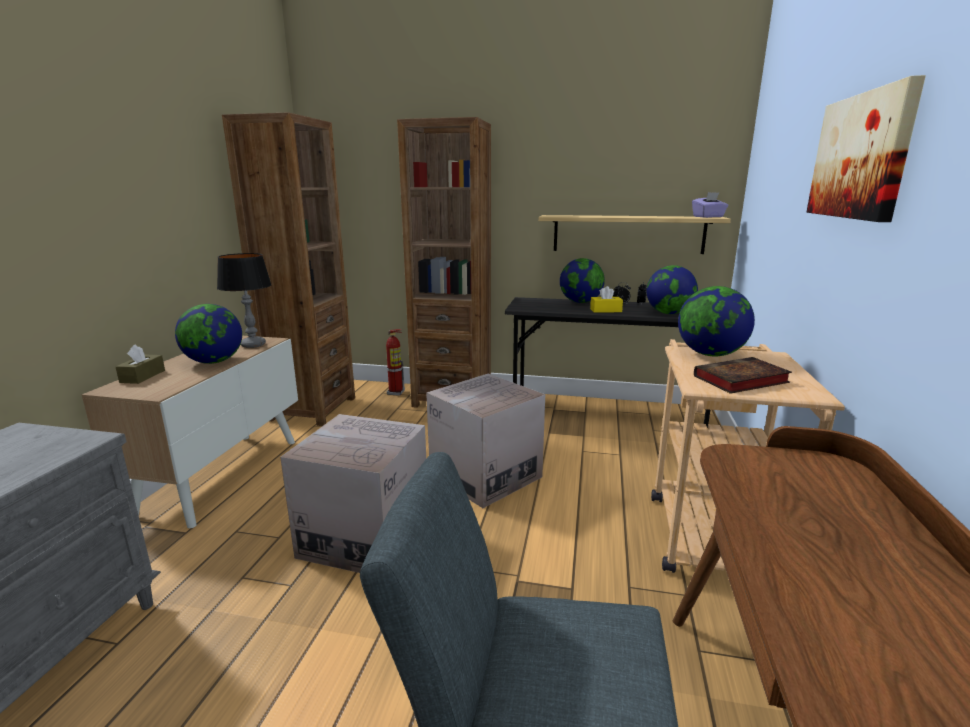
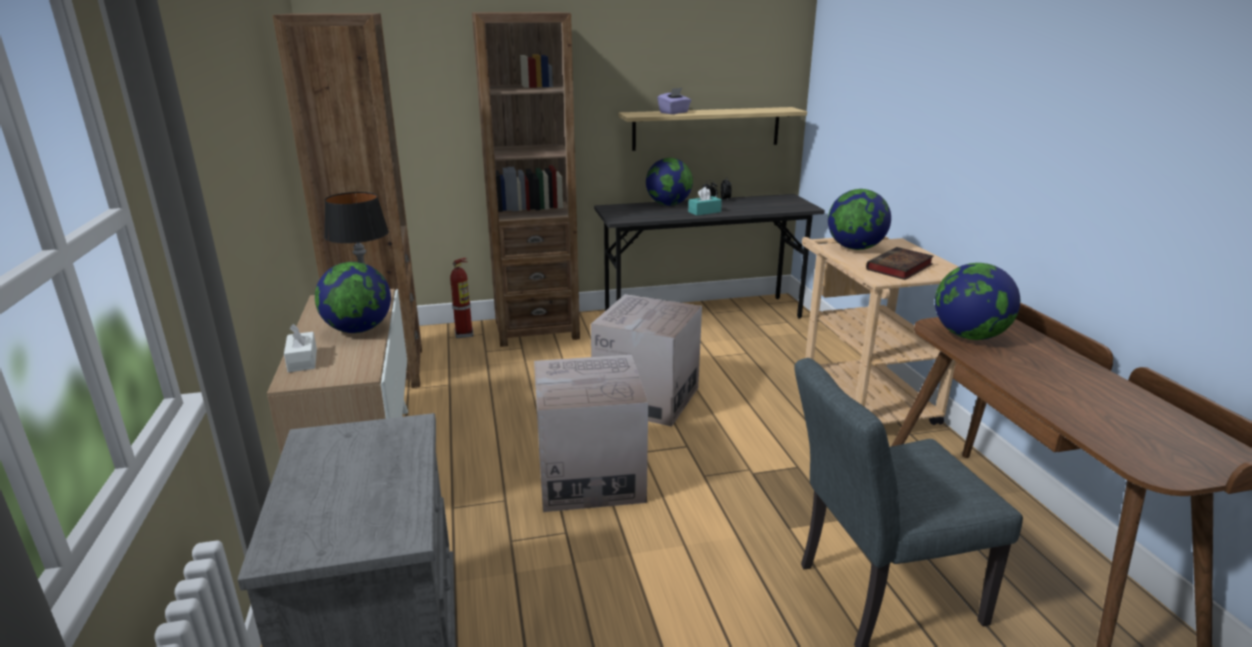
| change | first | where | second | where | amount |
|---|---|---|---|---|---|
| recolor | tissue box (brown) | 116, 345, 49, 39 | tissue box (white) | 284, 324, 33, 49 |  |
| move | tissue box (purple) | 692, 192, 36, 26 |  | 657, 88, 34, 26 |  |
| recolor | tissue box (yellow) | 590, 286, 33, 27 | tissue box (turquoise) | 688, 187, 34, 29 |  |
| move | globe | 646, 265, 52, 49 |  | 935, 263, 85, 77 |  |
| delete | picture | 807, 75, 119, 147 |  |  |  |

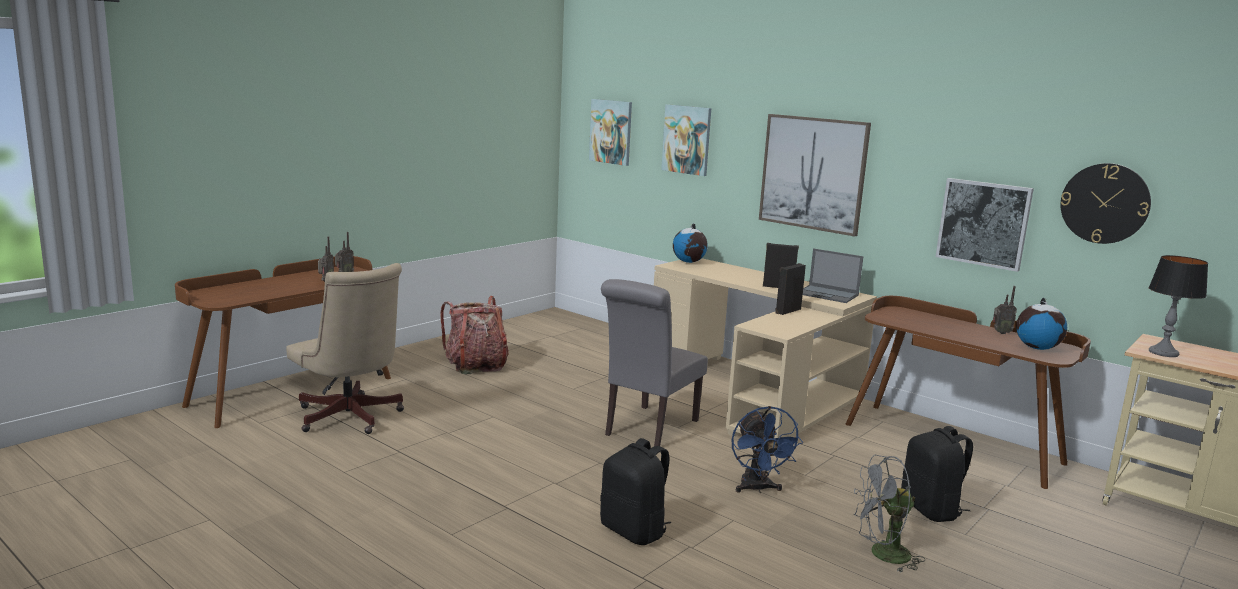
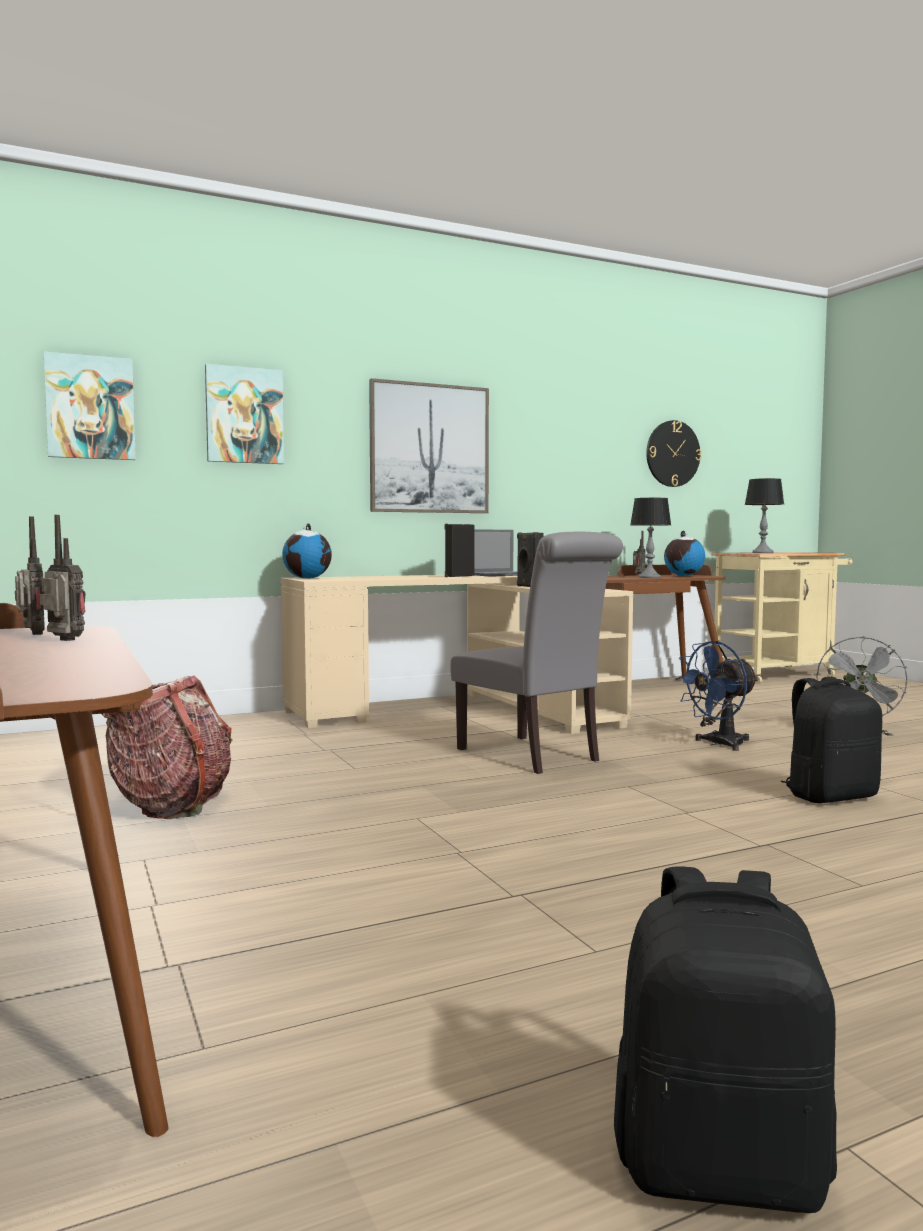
| change | first | where | second | where | amount |
|---|---|---|---|---|---|
| move | backpack (black) | 901, 426, 72, 96 |  | 614, 866, 223, 347 |  |
| insert |  |  | table lamp | 630, 498, 41, 80 |  |
| rotate | fan (blue) | 732, 406, 71, 87 |  | 675, 641, 83, 110 | 135 degrees clockwise |
| delete | office chair (beige) | 286, 263, 118, 171 |  |  |  |
| delete | picture | 936, 178, 98, 94 |  |  |  |

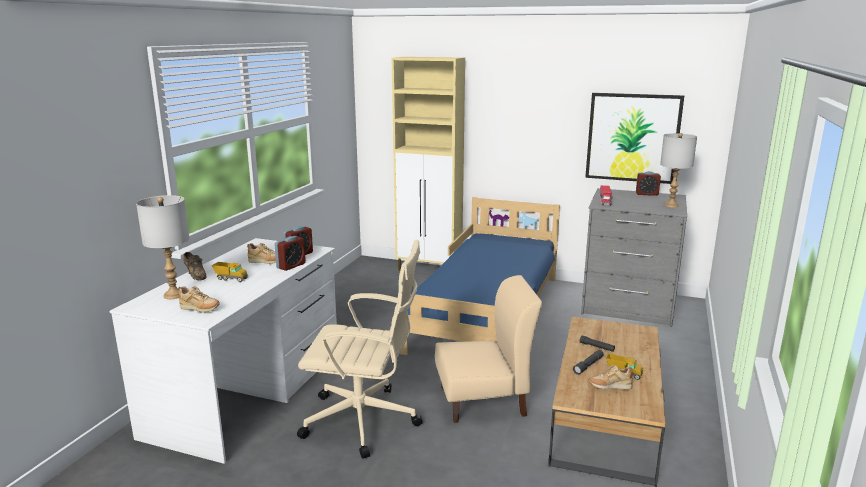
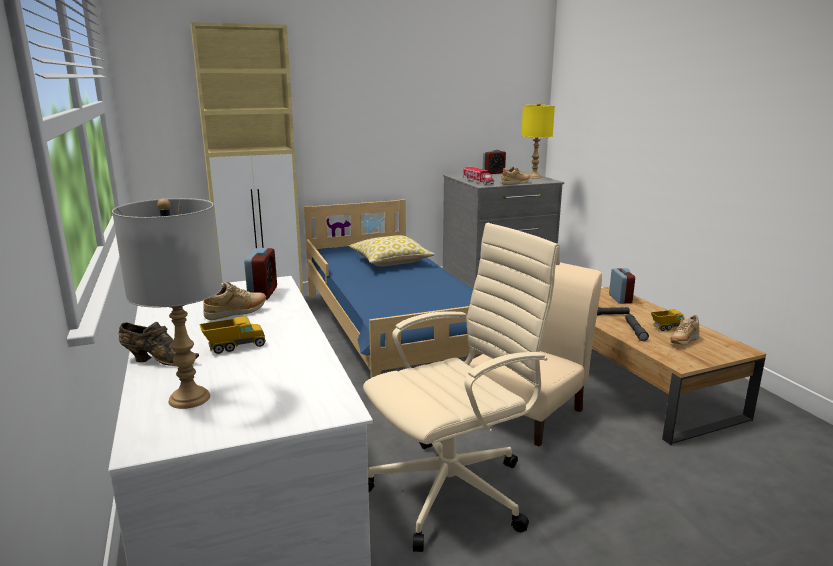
| change | first | where | second | where | amount |
|---|---|---|---|---|---|
| insert |  |  | pillow | 349, 235, 86, 32 |  |
| move | shoe (beige) | 178, 286, 42, 26 |  | 501, 167, 29, 18 |  |
| recolor | table lamp (grey) | 660, 133, 37, 75 | table lamp (yellow) | 521, 102, 34, 77 |  |
| move | alarm clock | 275, 236, 31, 35 |  | 609, 268, 26, 36 |  |
| delete | picture | 585, 93, 99, 91 |  |  |  |

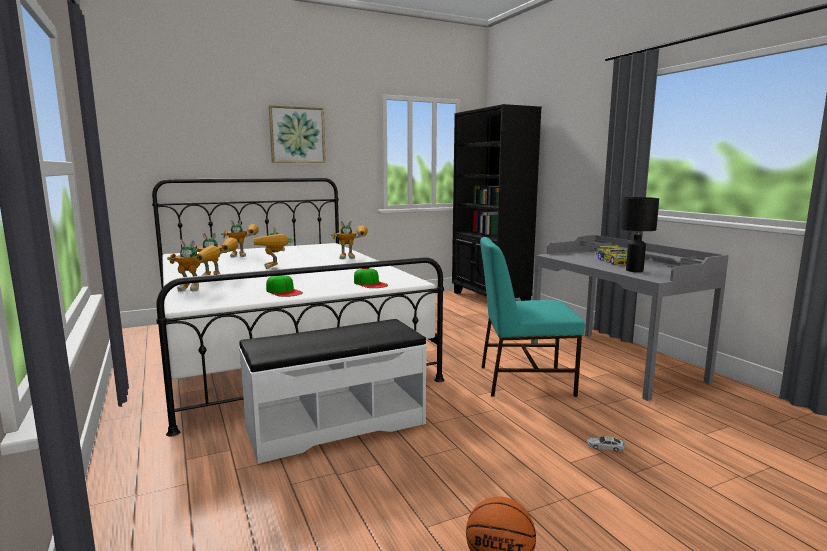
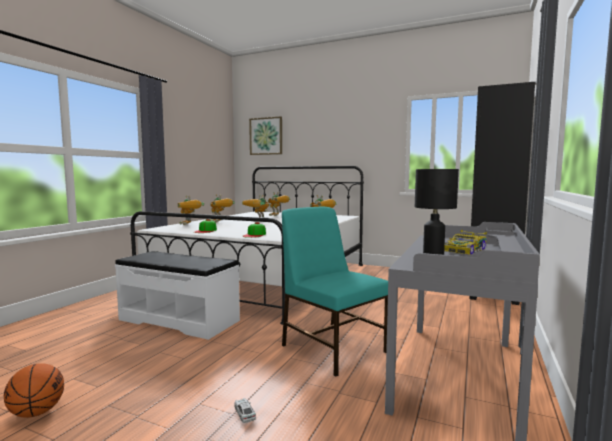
| change | first | where | second | where | amount |
|---|---|---|---|---|---|
| move | picture | 269, 105, 57, 58 |  | 249, 116, 33, 39 |  |

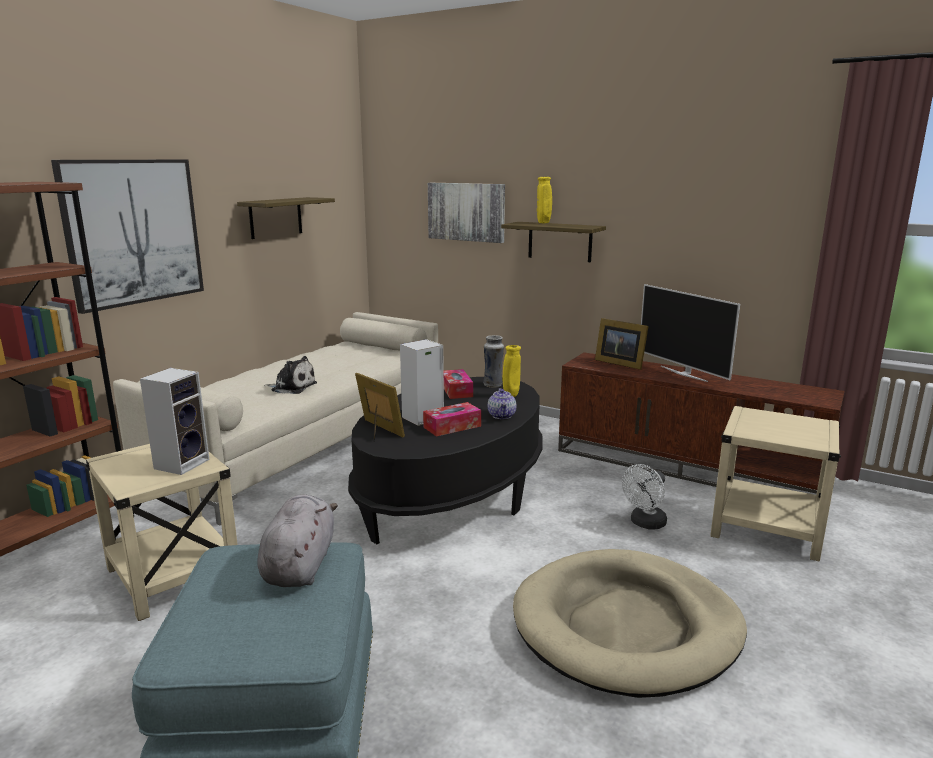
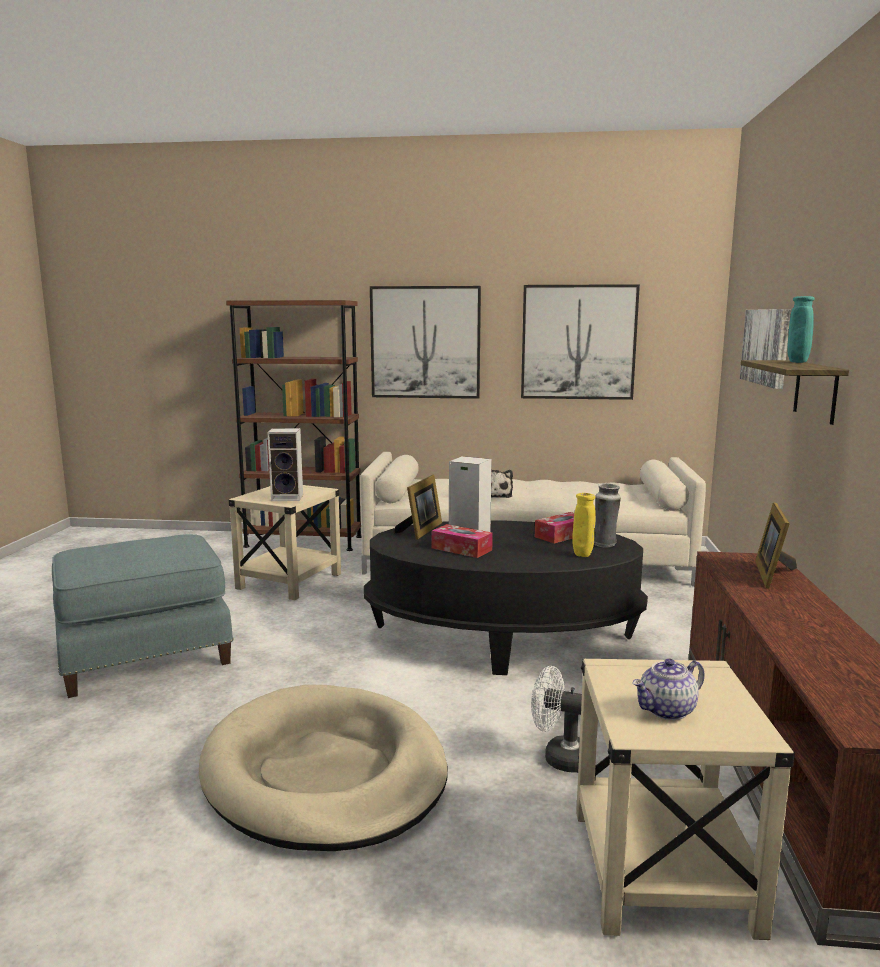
| change | first | where | second | where | amount |
|---|---|---|---|---|---|
| replace | shelf | 237, 197, 98, 42 | picture | 521, 284, 119, 116 |  |
| move | teapot | 488, 388, 28, 31 |  | 632, 658, 73, 62 |  |
| recolor | vase (yellow) | 537, 177, 15, 46 | vase (turquoise) | 787, 296, 28, 67 |  |
| delete | plush toy (grey) | 257, 495, 81, 92 |  |  |  |
| delete | television | 641, 284, 99, 98 |  |  |  |

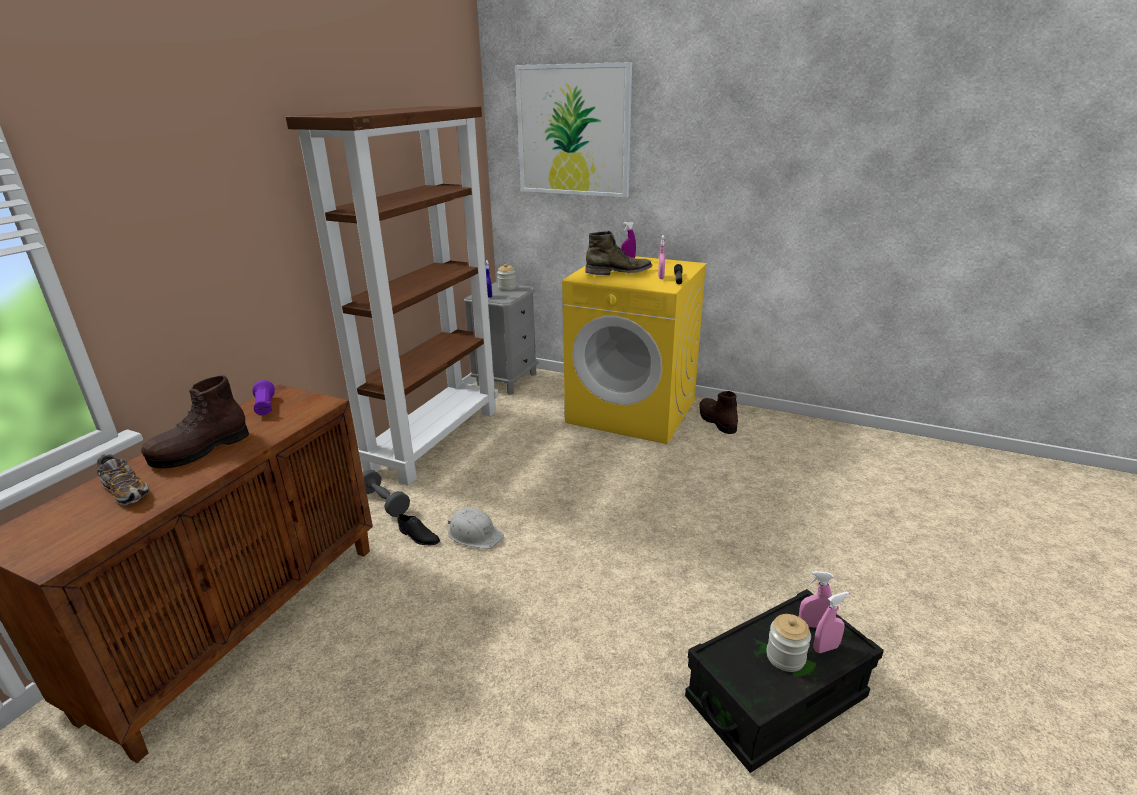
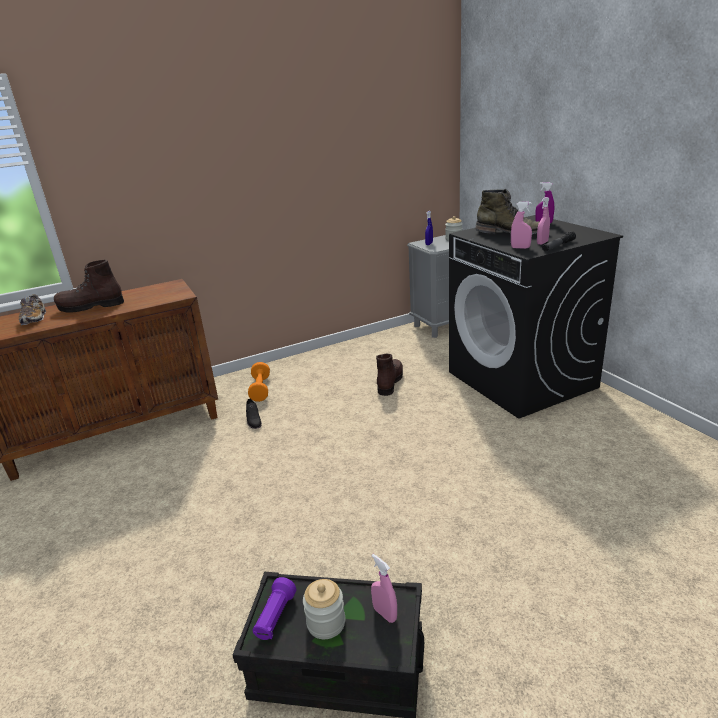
| change | first | where | second | where | amount |
|---|---|---|---|---|---|
| recolor | dumbbell (grey) | 363, 470, 47, 47 | dumbbell (orange) | 248, 362, 22, 40 |  |
| move | flashlight (purple) | 253, 380, 22, 35 |  | 253, 577, 43, 63 |  |
| move | boot (brown) | 699, 391, 39, 43 |  | 376, 353, 27, 43 |  |
| recolor | washing machine (yellow) | 562, 256, 145, 188 | washing machine (black) | 449, 215, 174, 204 |  |
| move | spray bottle (pink) | 813, 592, 36, 61 |  | 511, 202, 21, 47 |  |
| delete | bookcase (brown) | 286, 106, 212, 380 |  |  |  |
| delete | hard hat (white) | 448, 508, 56, 41 |  |  |  |
| delete | picture | 515, 62, 117, 135 |  |  |  |

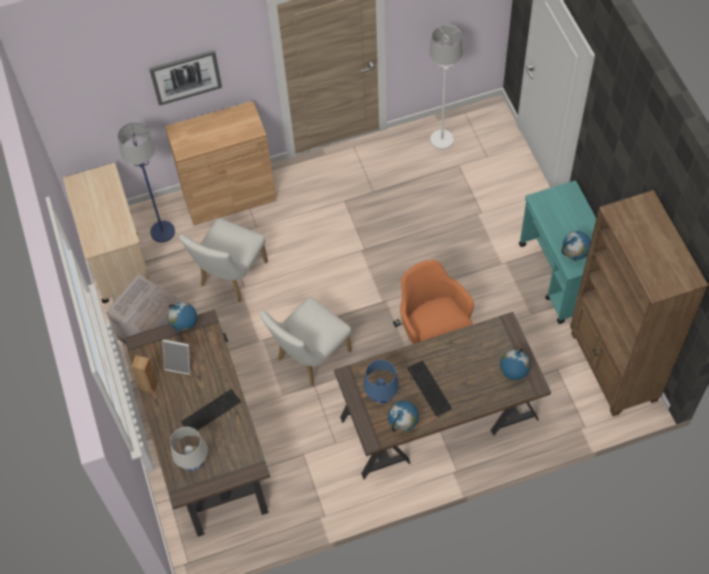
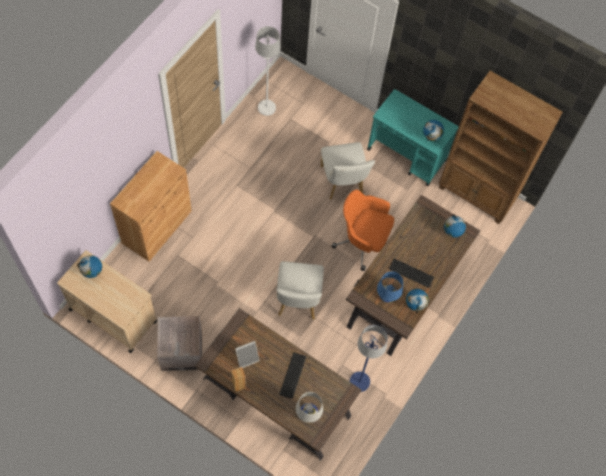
| change | first | where | second | where | amount |
|---|---|---|---|---|---|
| move | globe | 168, 302, 29, 29 |  | 77, 255, 25, 23 |  |
| move | chair (white) | 179, 218, 89, 84 |  | 320, 142, 55, 58 |  |
| move | floor lamp (blue) | 118, 122, 57, 120 |  | 350, 325, 38, 67 |  |
| delete | picture | 149, 50, 73, 56 |  |  |  |

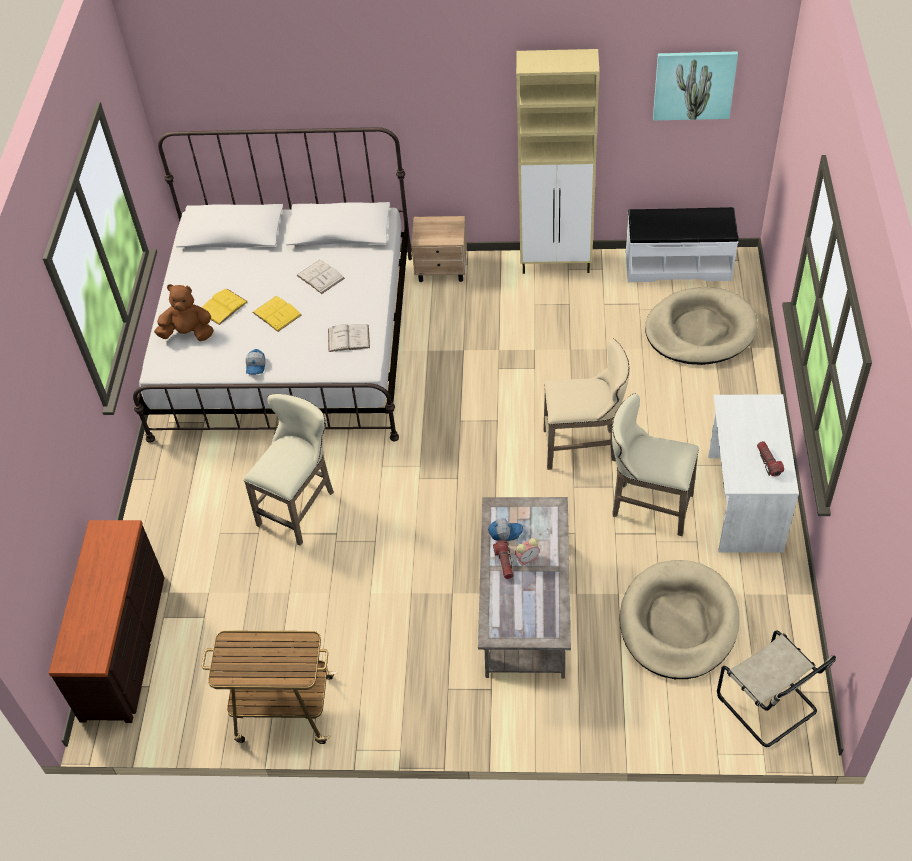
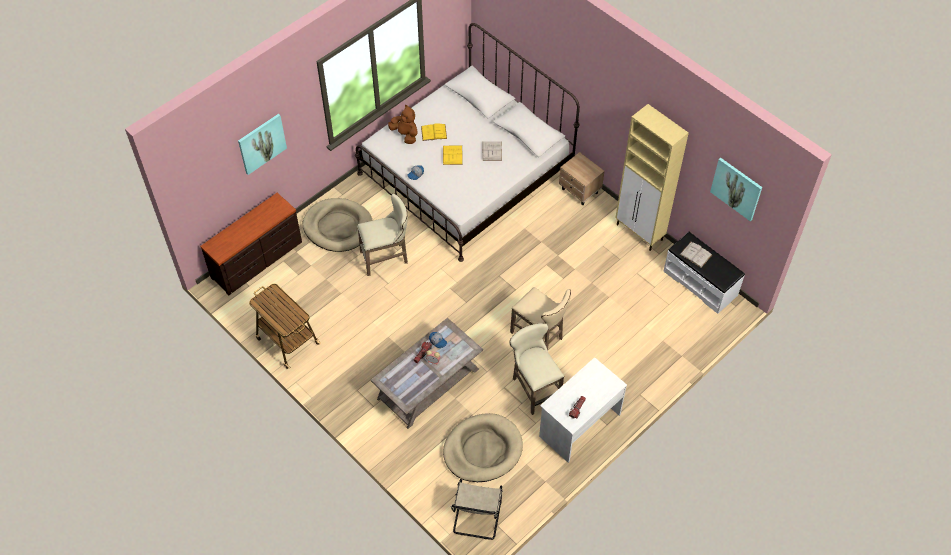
| change | first | where | second | where | amount |
|---|---|---|---|---|---|
| insert |  |  | picture | 238, 114, 49, 61 |  |
| move | dog bed (beige) | 645, 287, 113, 78 |  | 302, 198, 71, 54 |  |
| move | book (white) | 328, 324, 42, 28 |  | 680, 242, 32, 26 |  |

